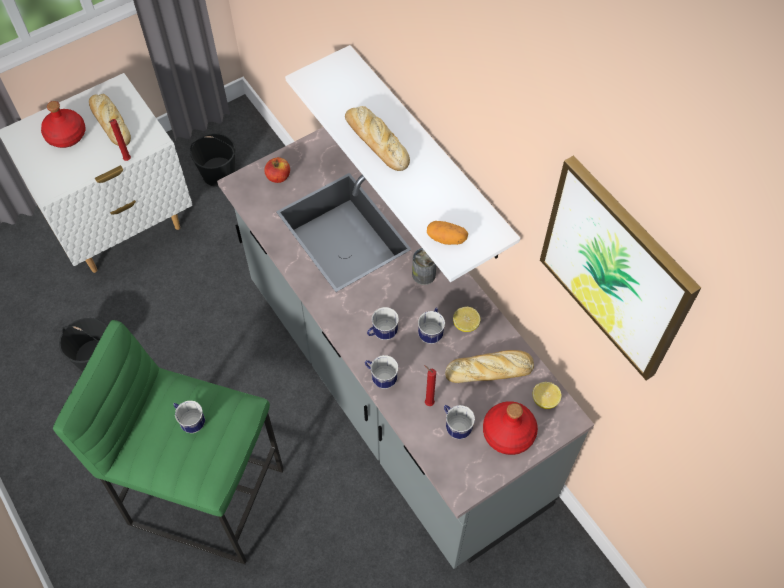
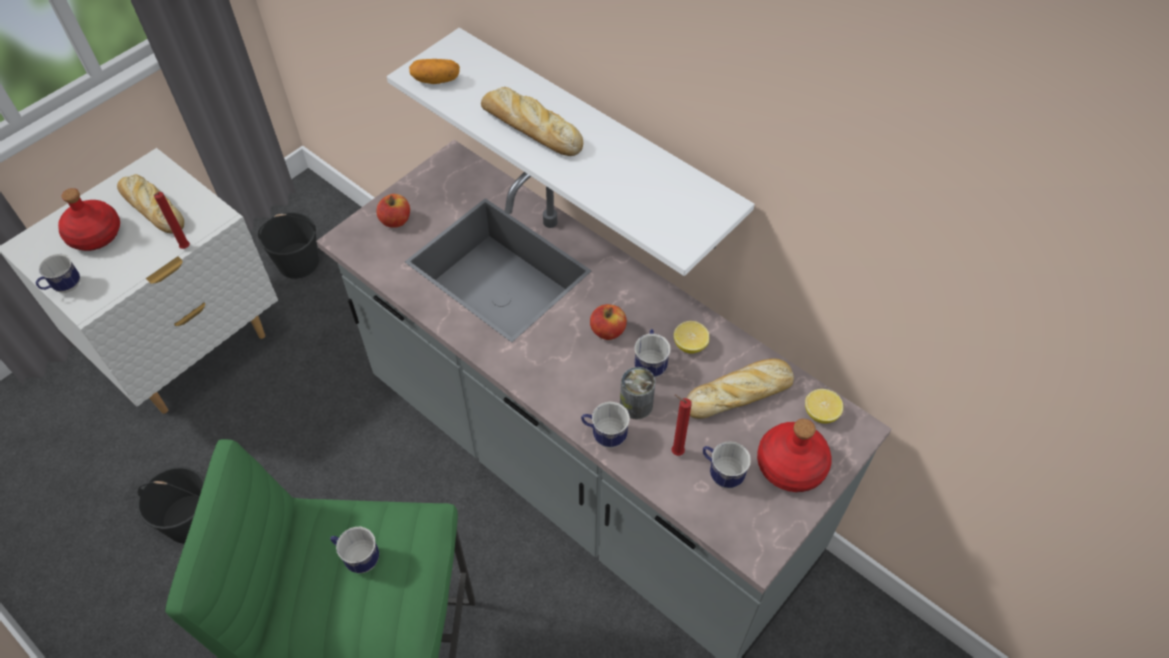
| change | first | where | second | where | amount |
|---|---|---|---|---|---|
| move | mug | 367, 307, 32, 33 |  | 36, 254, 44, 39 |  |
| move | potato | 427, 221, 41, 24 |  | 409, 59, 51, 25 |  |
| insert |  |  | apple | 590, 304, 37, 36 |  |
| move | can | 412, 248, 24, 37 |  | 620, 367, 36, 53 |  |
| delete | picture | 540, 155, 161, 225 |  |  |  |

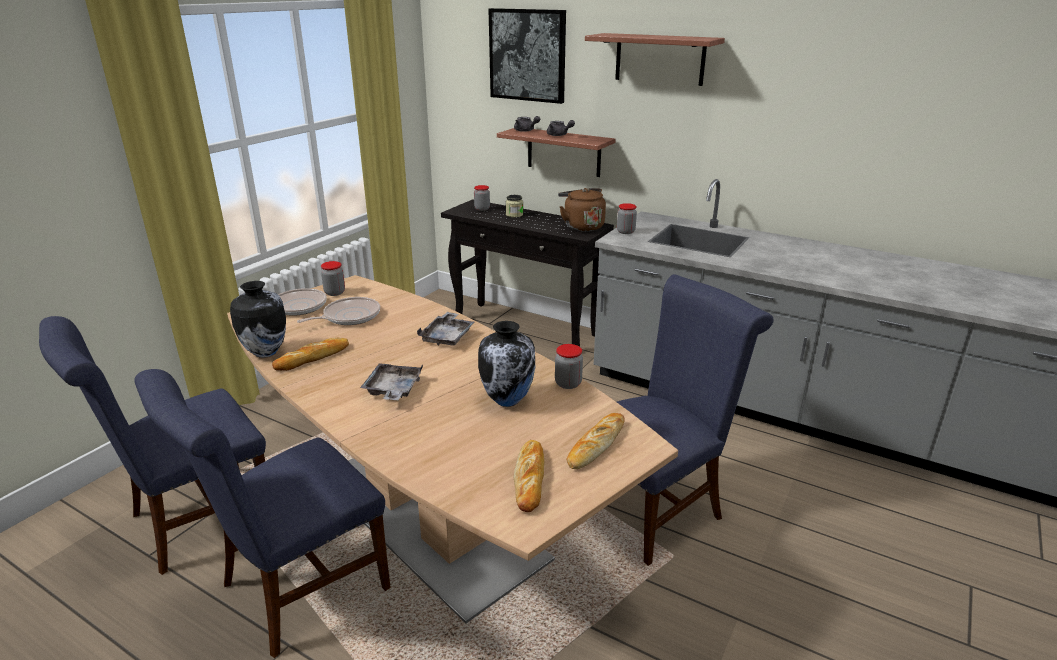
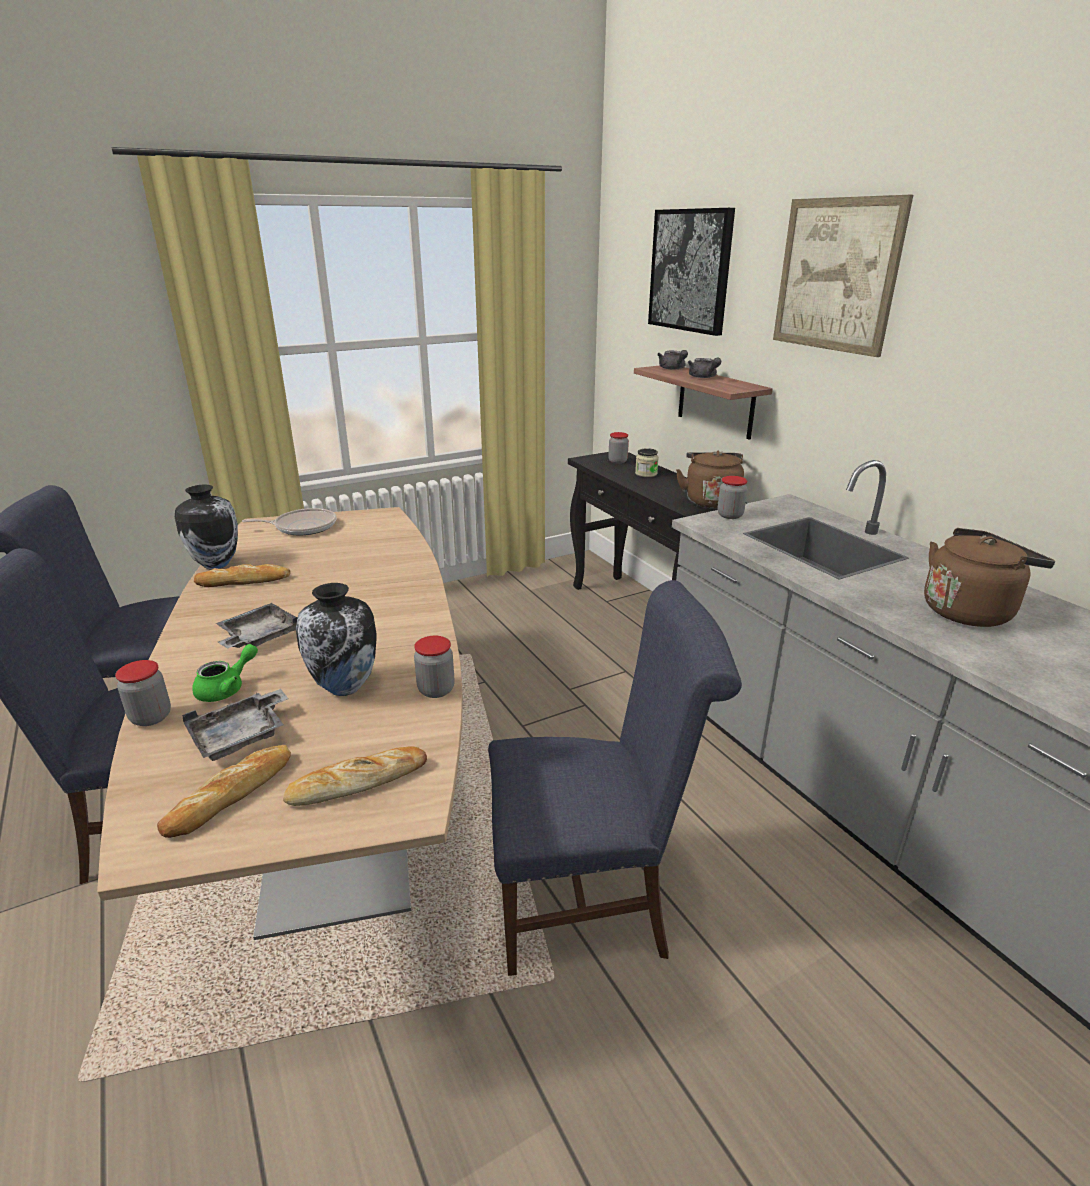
| change | first | where | second | where | amount |
|---|---|---|---|---|---|
| move | jar | 321, 261, 24, 35 |  | 115, 660, 56, 66 |  |
| move | tray (grey) | 417, 312, 58, 33 |  | 182, 689, 106, 72 |  |
| insert |  |  | teapot (green) | 192, 644, 66, 58 |  |
| replace | shelf | 585, 33, 140, 53 | picture | 773, 195, 140, 162 |  |
| insert |  |  | kettle (brown) | 924, 528, 131, 99 |  |
| delete | frying pan | 297, 297, 83, 28 |  |  |  |

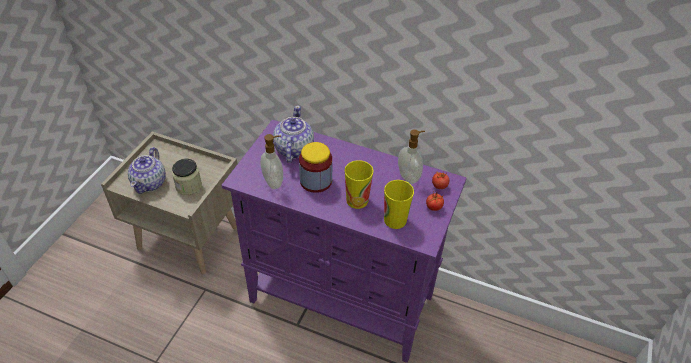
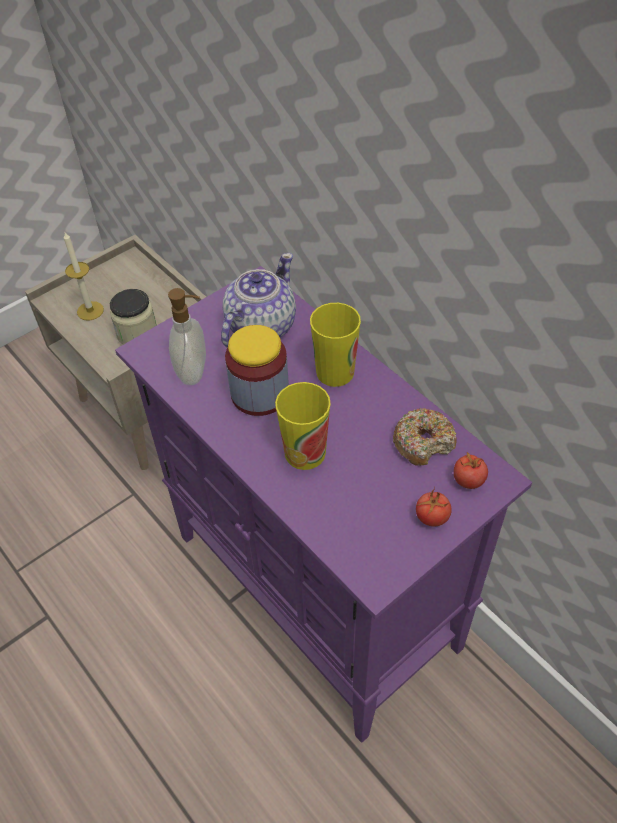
| change | first | where | second | where | amount |
|---|---|---|---|---|---|
| replace | teapot | 128, 147, 38, 47 | candle | 64, 232, 40, 88 |  |
| move | cup | 384, 180, 30, 49 |  | 310, 303, 51, 84 |  |
| replace | soap dispenser | 398, 129, 27, 55 | donut | 393, 408, 64, 58 |  |

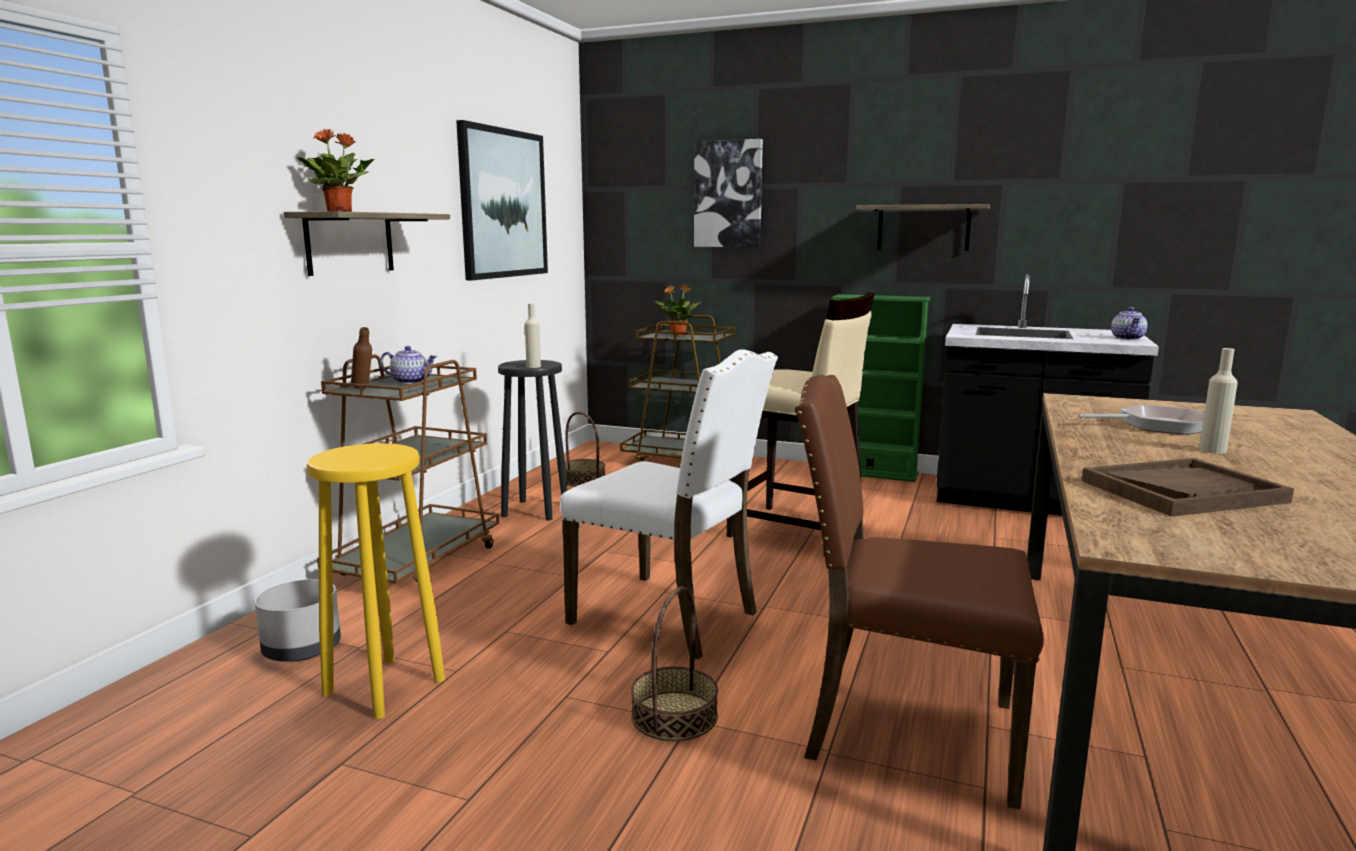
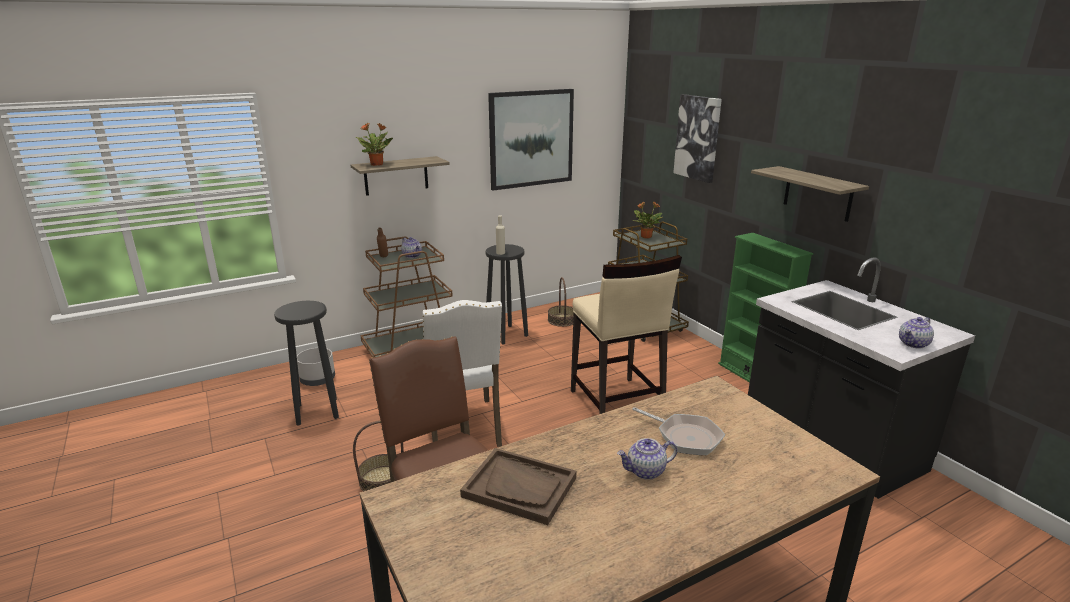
| change | first | where | second | where | amount |
|---|---|---|---|---|---|
| recolor | stool (yellow) | 307, 443, 138, 276 | stool (black) | 274, 301, 65, 125 |  |
| replace | bottle (beige) | 1199, 348, 39, 106 | teapot | 617, 438, 60, 42 |  |

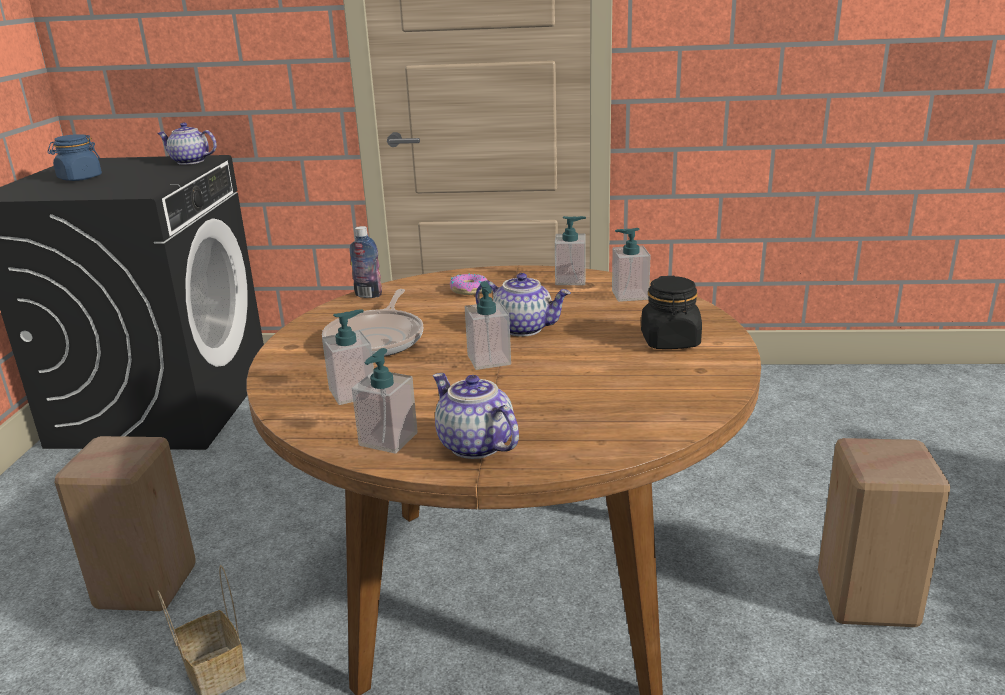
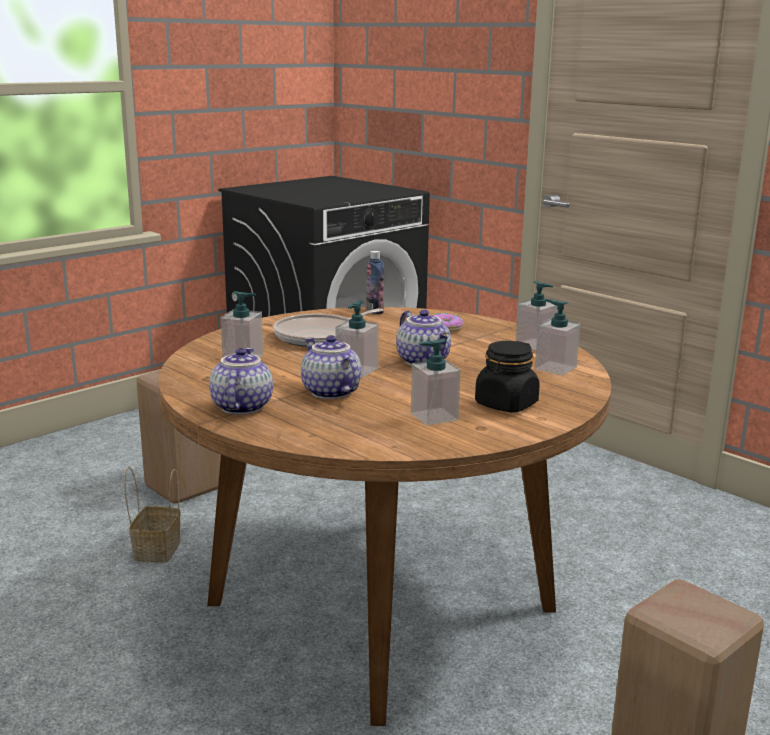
| change | first | where | second | where | amount |
|---|---|---|---|---|---|
| move | teapot | 157, 122, 60, 43 |  | 301, 335, 60, 64 |  |
| move | soap dispenser | 352, 348, 66, 106 |  | 411, 339, 50, 86 |  |
| delete | jar (blue) | 47, 134, 55, 47 |  |  |  |

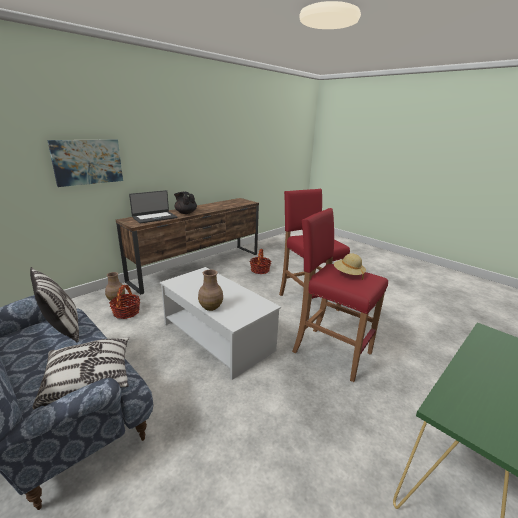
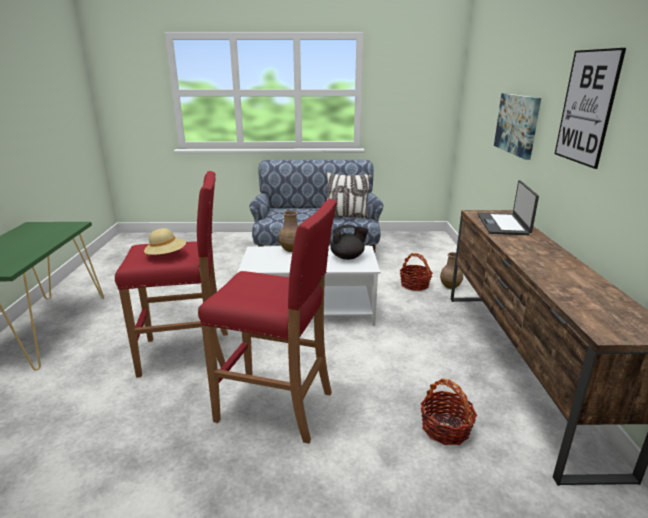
| change | first | where | second | where | amount |
|---|---|---|---|---|---|
| move | teapot (black) | 174, 192, 23, 22 |  | 330, 225, 39, 35 |  |
| insert |  |  | picture | 555, 48, 71, 121 |  |
| delete | pillow | 33, 337, 96, 72 |  |  |  |

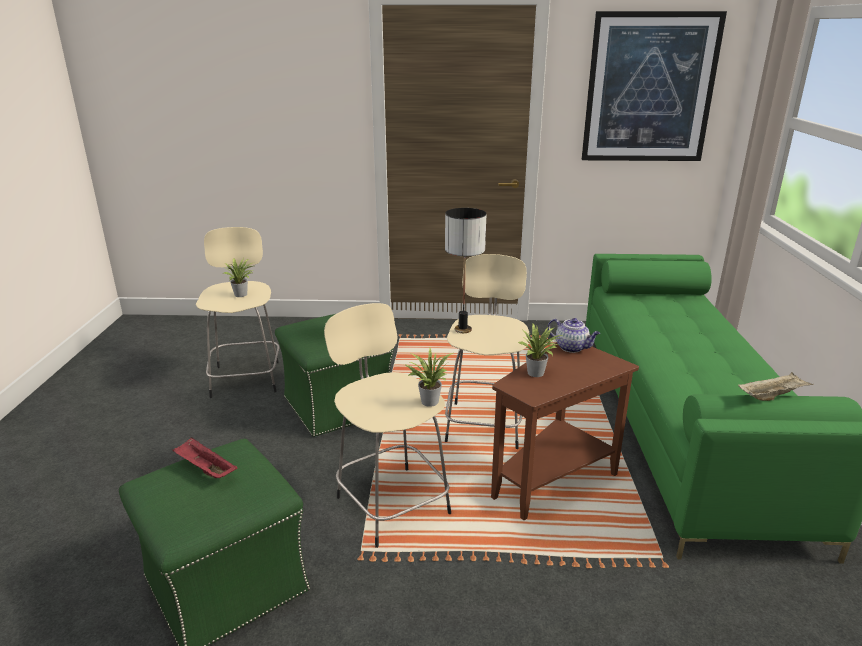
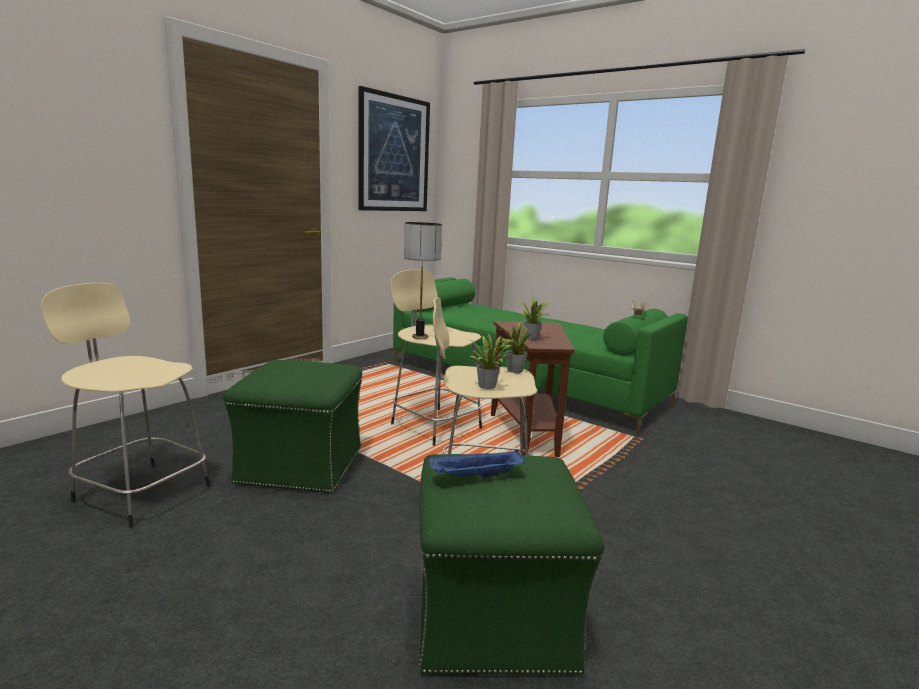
| change | first | where | second | where | amount |
|---|---|---|---|---|---|
| recolor | tray (red) | 173, 437, 64, 41 | tray (blue) | 428, 449, 97, 30 |  |
| move | potted plant | 224, 258, 33, 39 |  | 469, 334, 44, 55 |  |
| delete | teapot | 548, 318, 52, 35 |  |  |  |

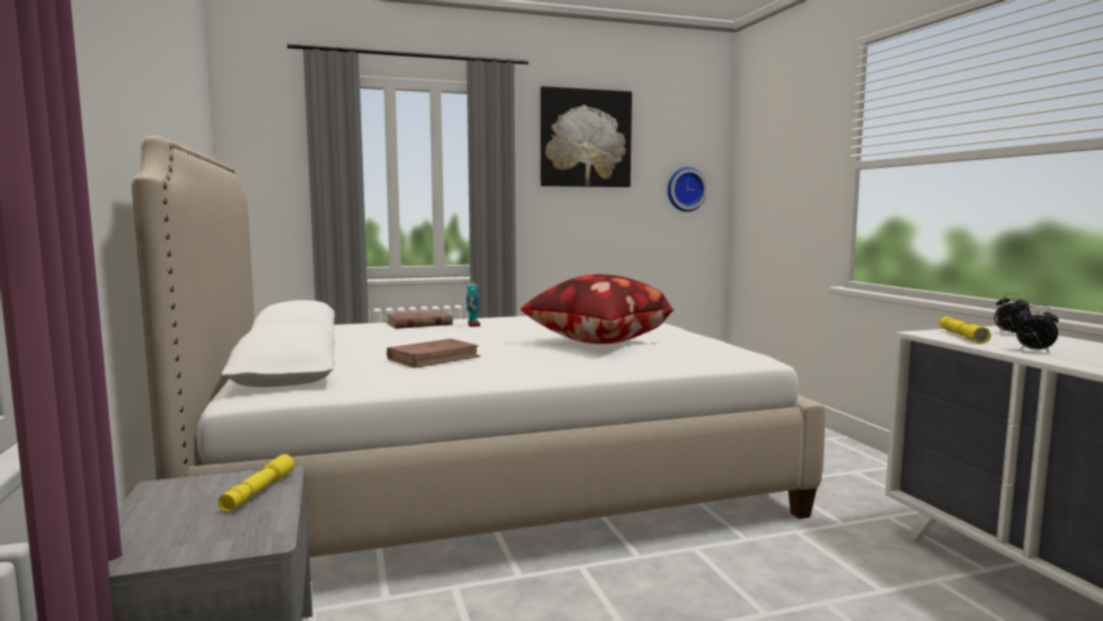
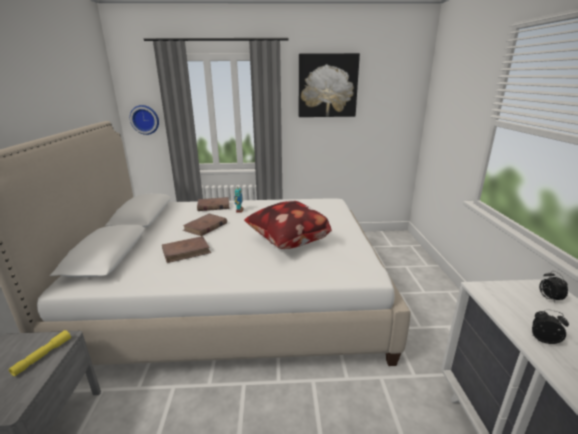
| change | first | where | second | where | amount |
|---|---|---|---|---|---|
| move | wall clock | 667, 167, 40, 45 |  | 130, 105, 29, 30 |  |
| insert |  |  | book (brown) | 183, 214, 44, 22 |  |
| rotate | alarm clock | 1015, 305, 44, 48 |  | 532, 310, 37, 34 | 150 degrees clockwise |
| delete | flashlight (yellow) | 939, 317, 52, 27 |  |  |  |

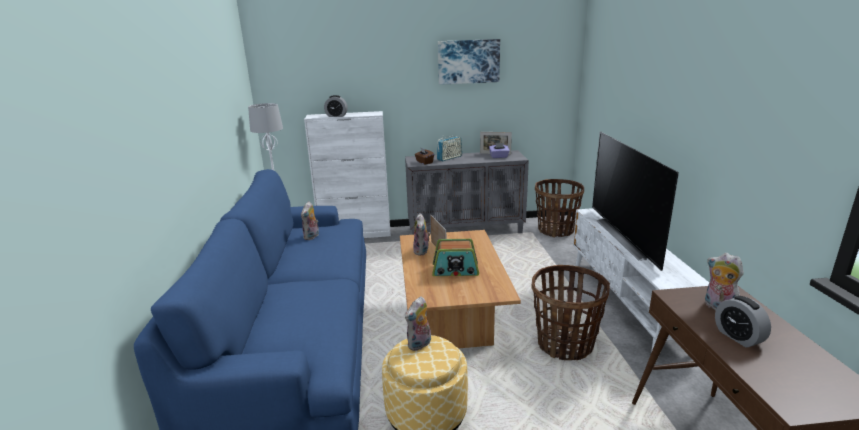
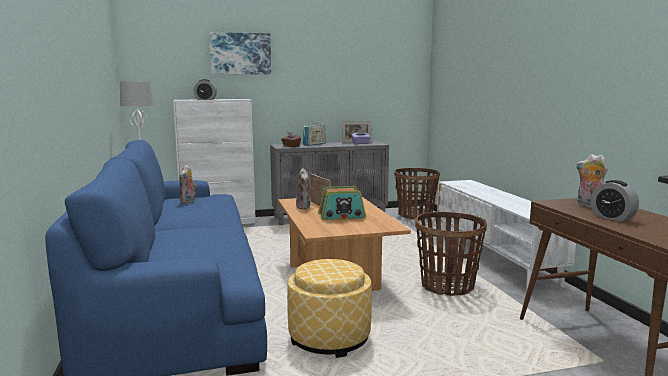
| change | first | where | second | where | amount |
|---|---|---|---|---|---|
| move | picture | 438, 39, 62, 46 |  | 209, 32, 62, 42 |  |
| delete | plush toy | 405, 296, 26, 55 |  |  |  |
| delete | television | 592, 131, 87, 140 |  |  |  |

